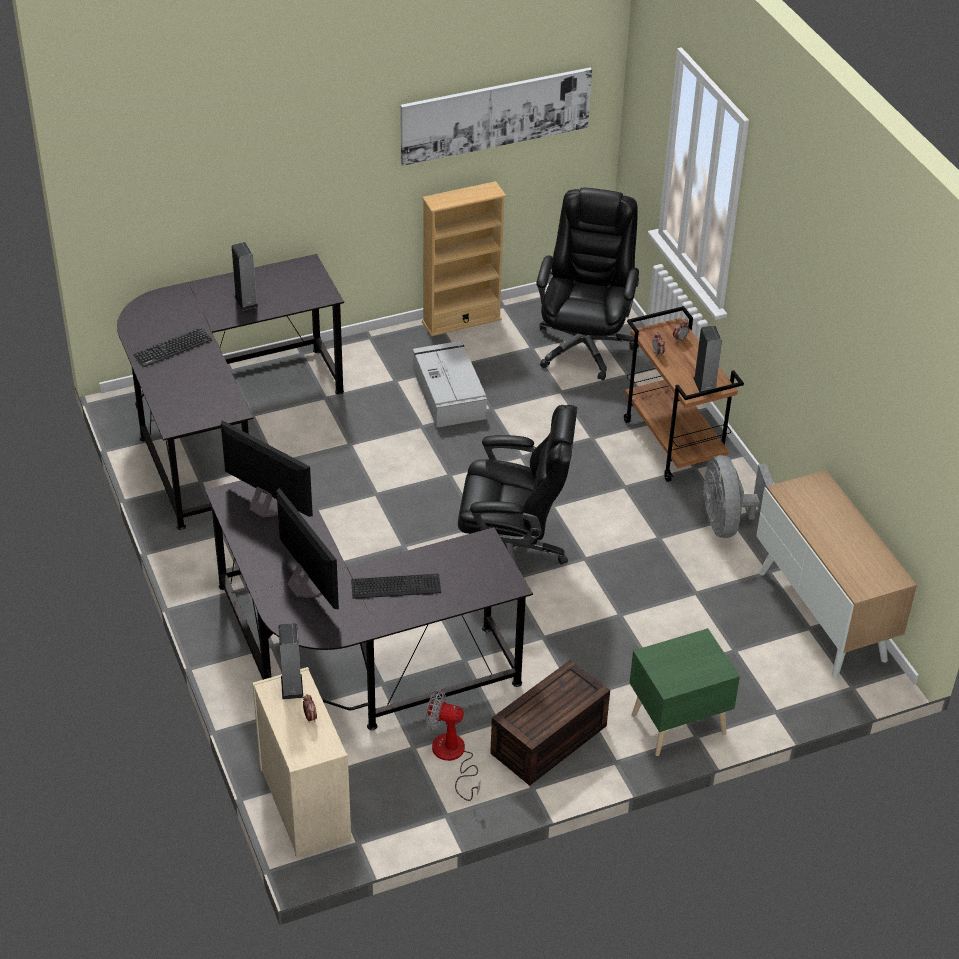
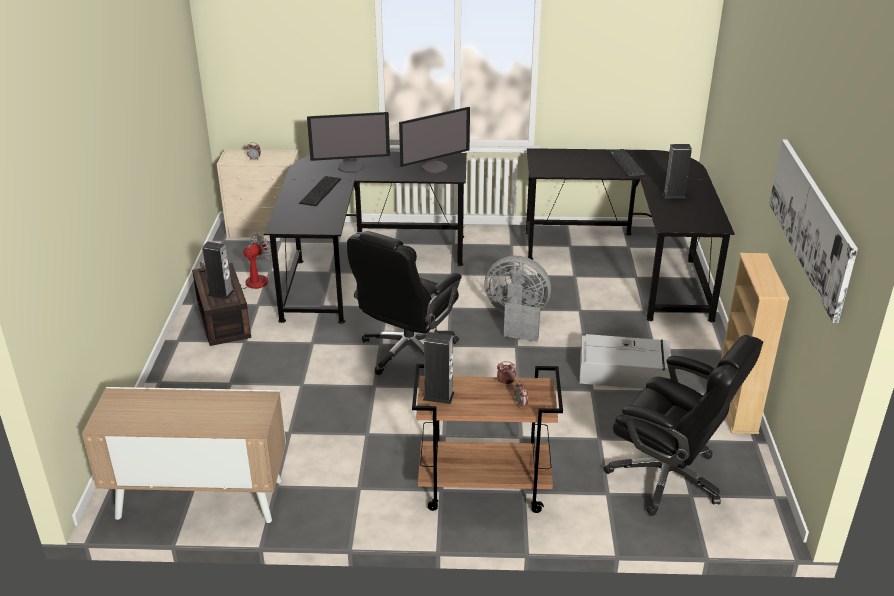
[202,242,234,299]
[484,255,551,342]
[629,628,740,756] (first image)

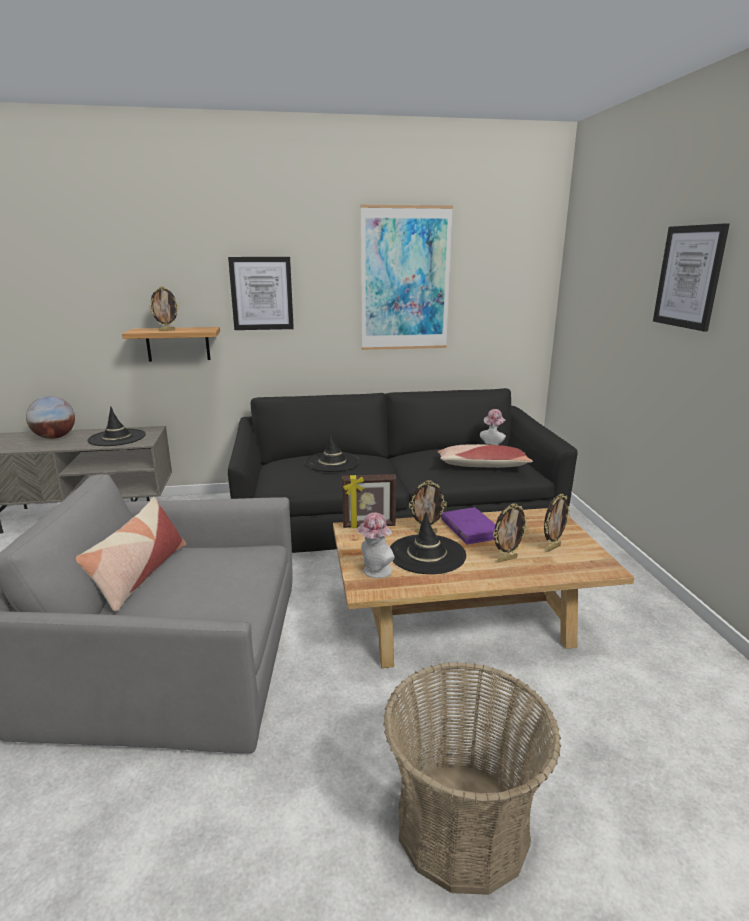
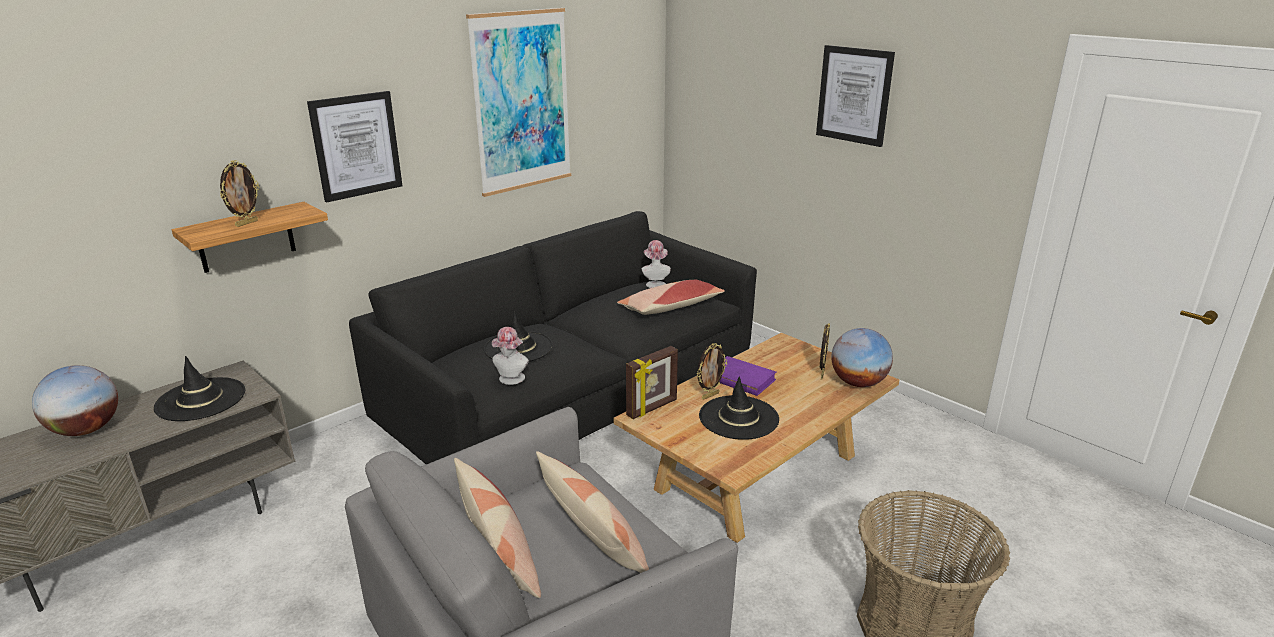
[492,327,529,385]
[536,451,649,573]
[831,328,893,387]
[493,503,528,562] (first image)

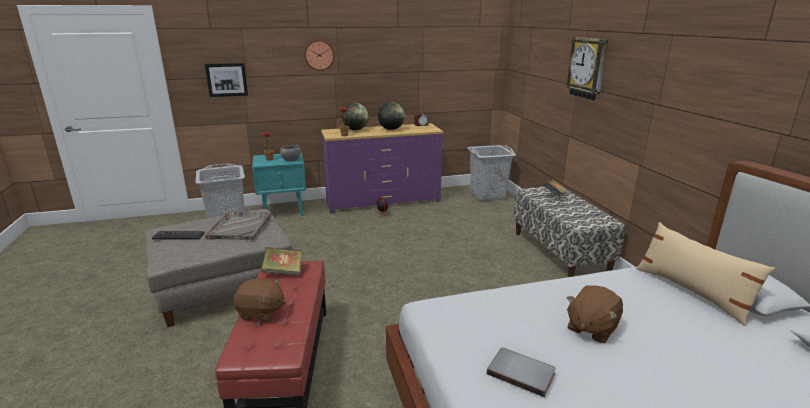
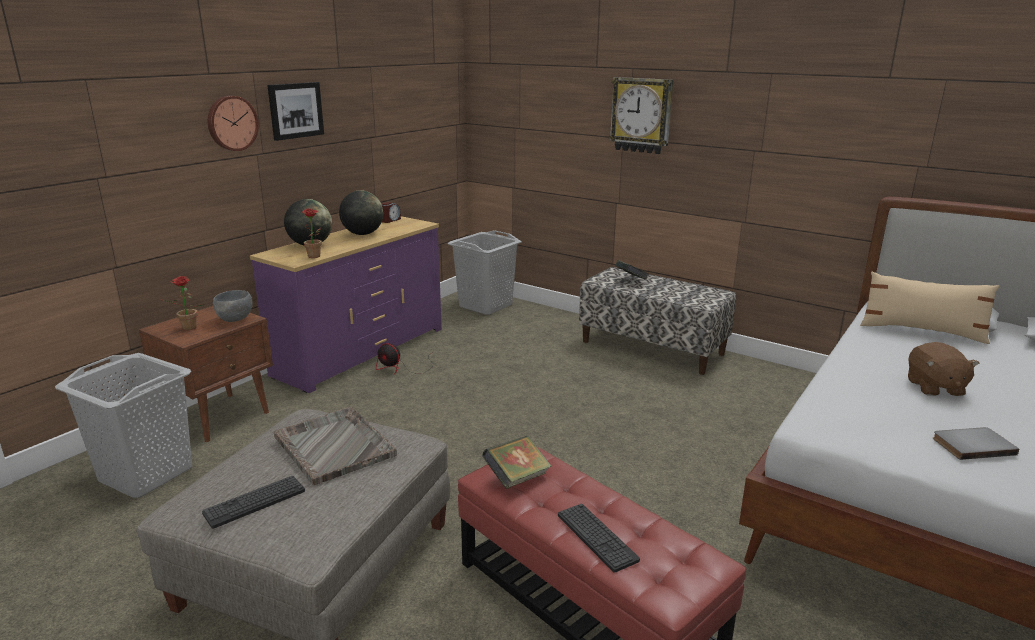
[139,306,273,442]
[267,82,324,141]
[558,504,640,573]

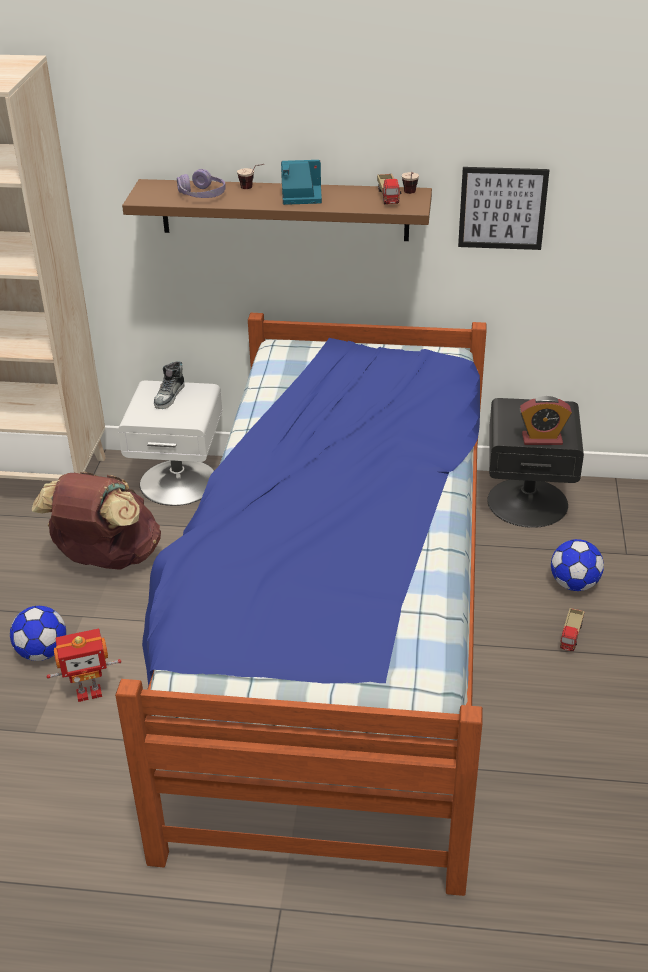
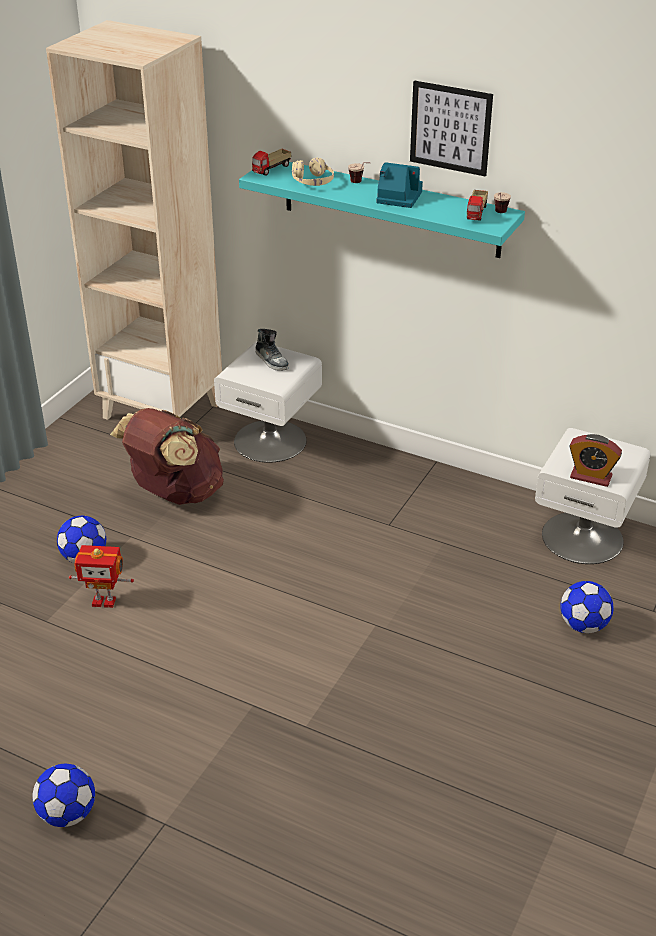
[32,764,95,827]
[239,162,525,258]
[252,149,292,176]
[255,329,289,371]
[292,158,334,186]
[410,81,493,176]
[535,428,651,564]
[115,313,487,896] (first image)

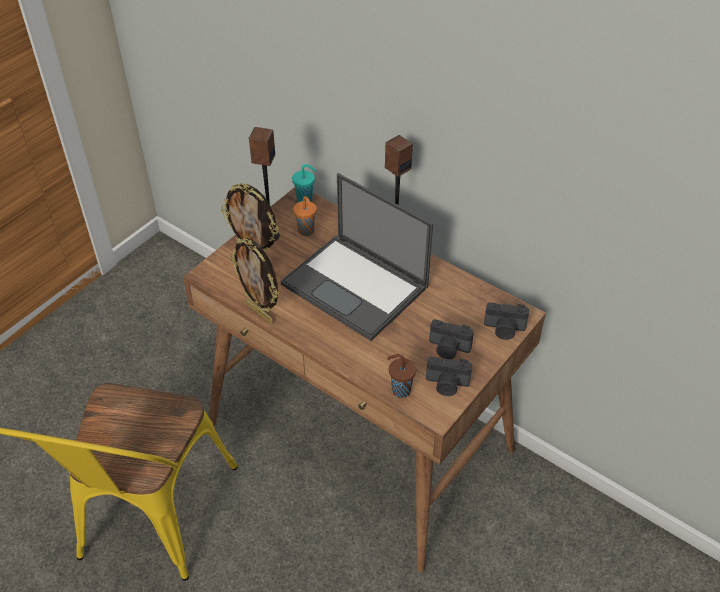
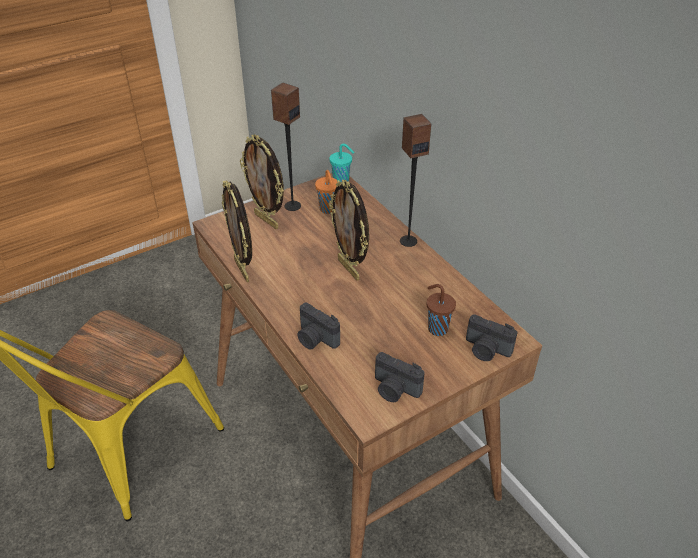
[297,303,340,350]
[329,180,369,281]
[427,284,456,336]

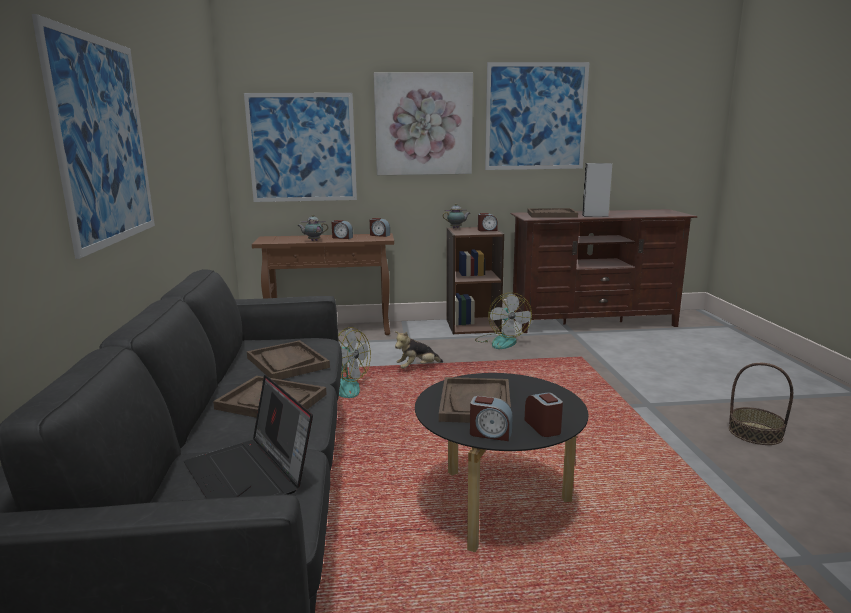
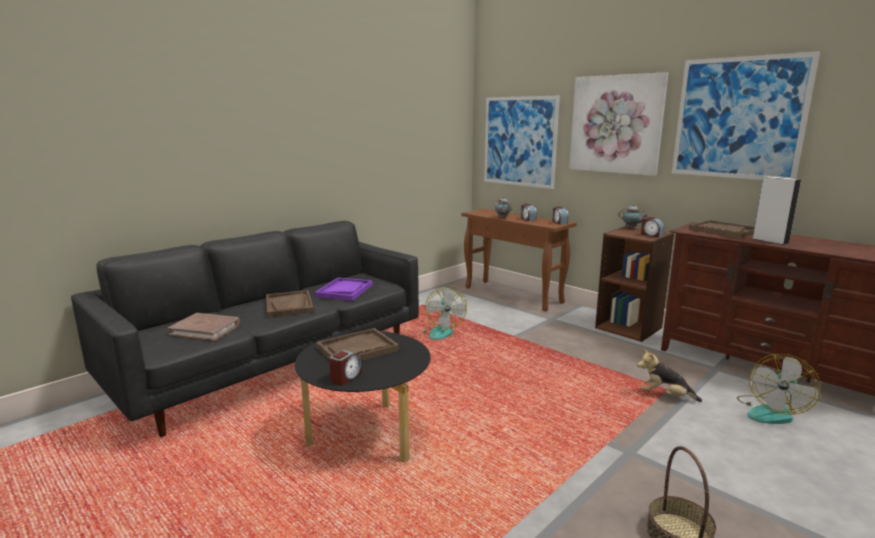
[168,313,240,341]
[315,278,373,301]
[637,349,702,402]
[737,354,821,424]
[32,14,155,259] (first image)
[470,396,513,441] (first image)

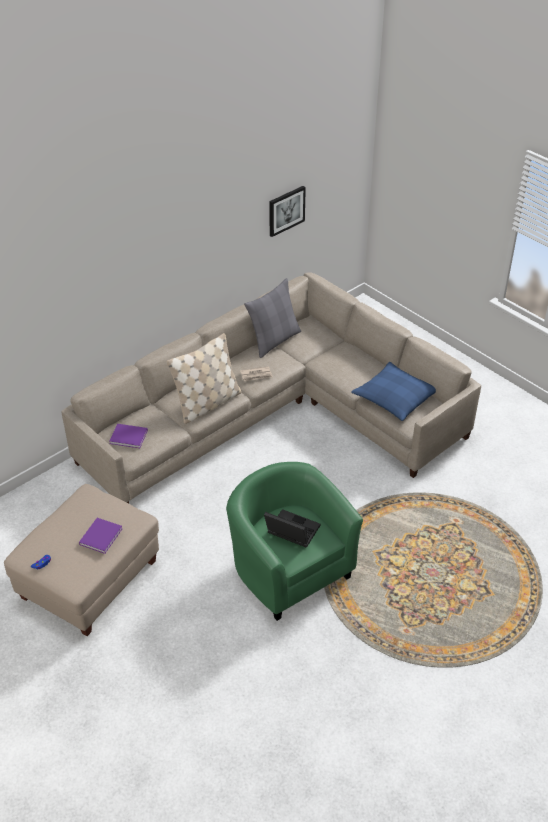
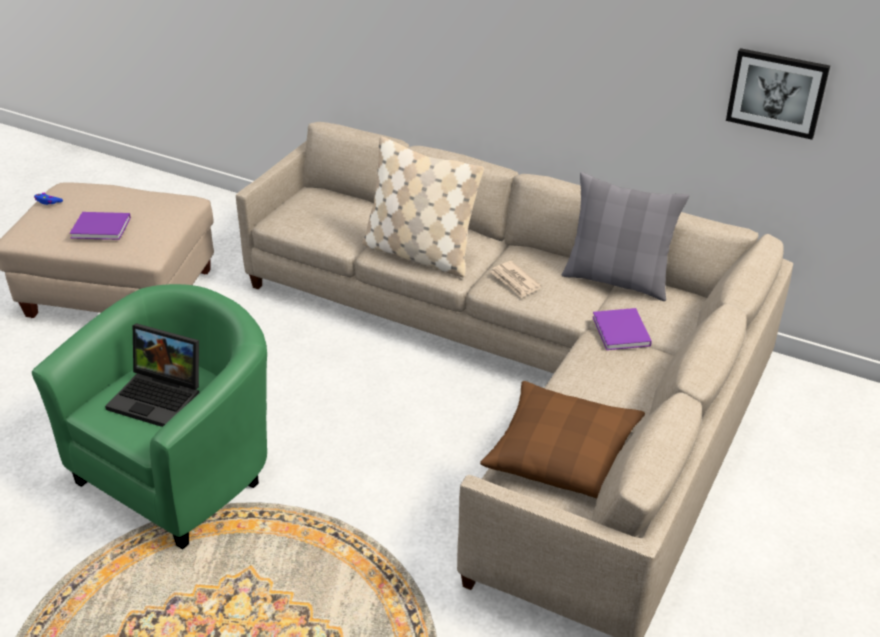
[105,323,199,427]
[480,381,645,498]
[592,308,652,350]

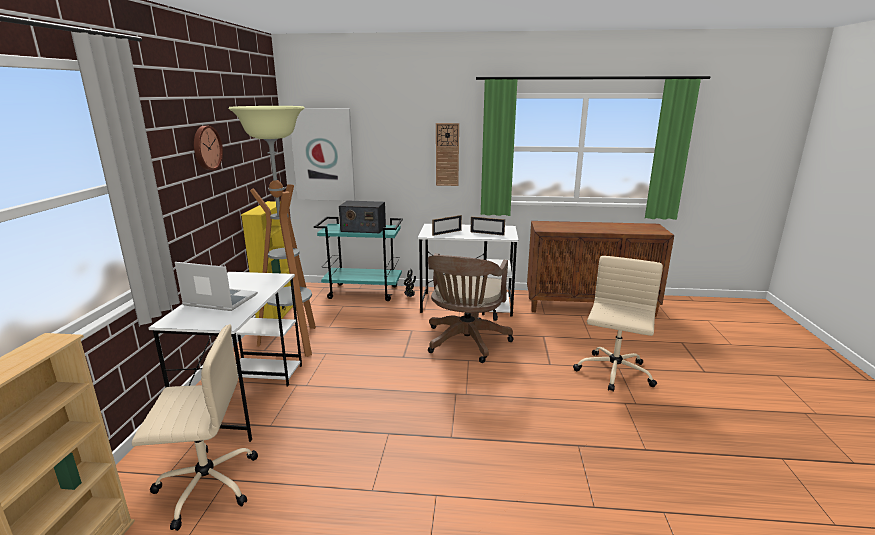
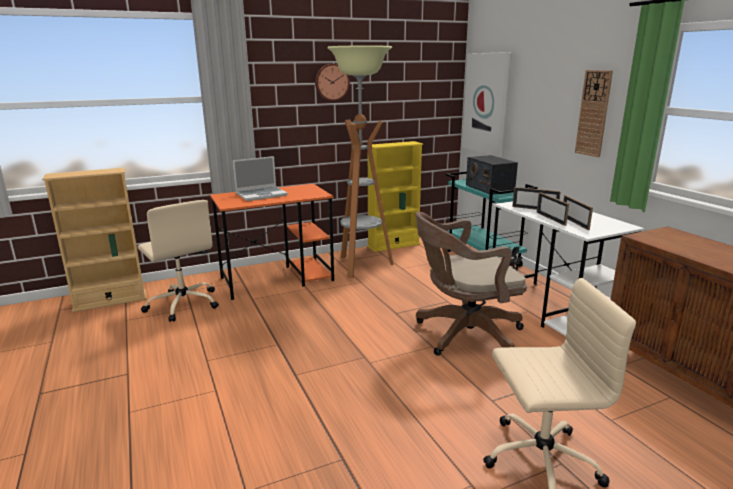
[210,184,334,300]
[233,156,288,201]
[537,192,569,226]

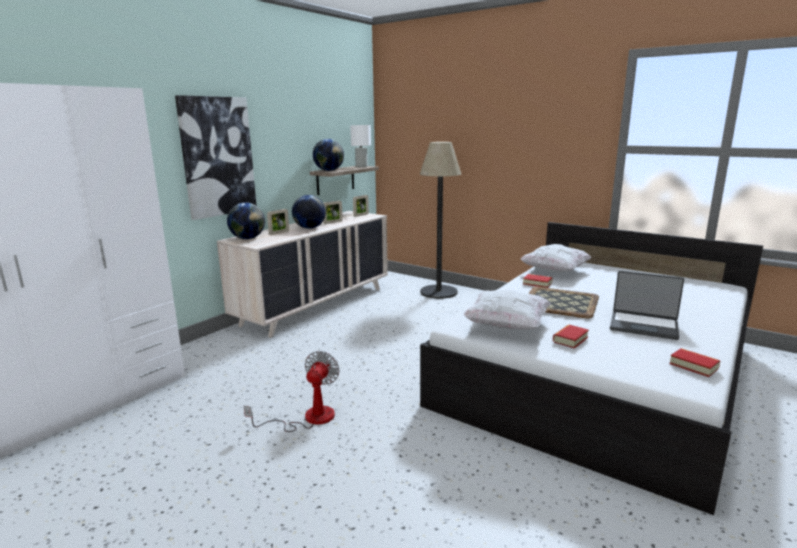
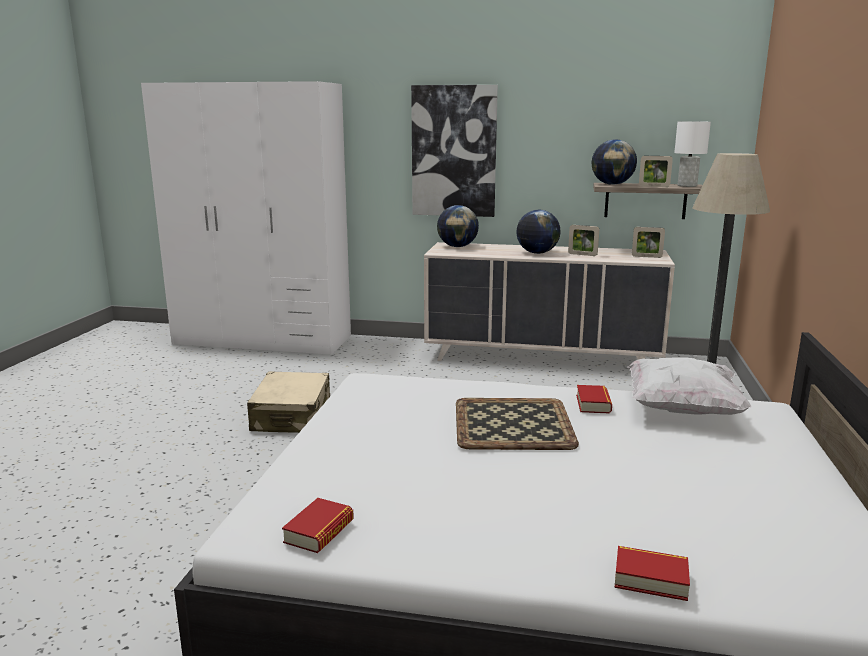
[247,371,330,433]
[614,546,690,601]
[639,156,673,187]
[463,290,551,330] (first image)
[610,271,684,340] (first image)

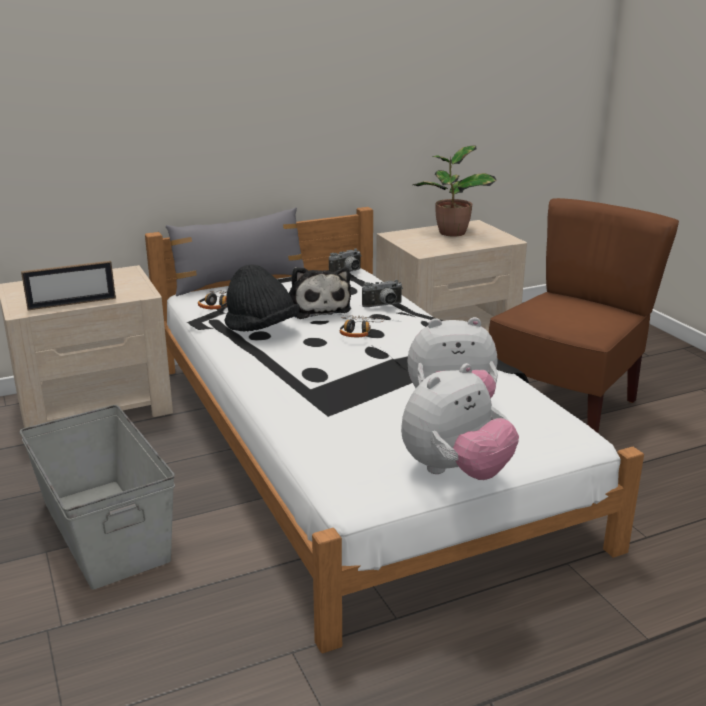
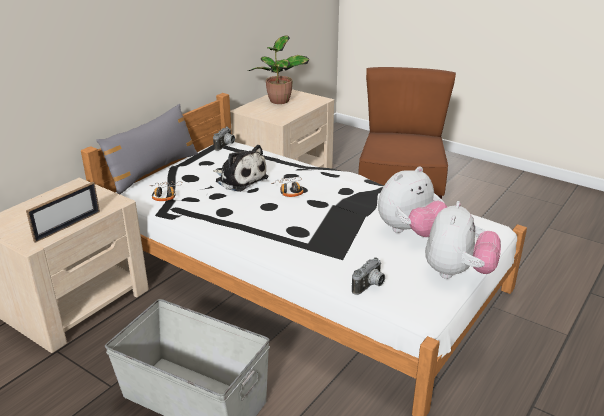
[352,257,385,295]
[224,264,300,332] (first image)

